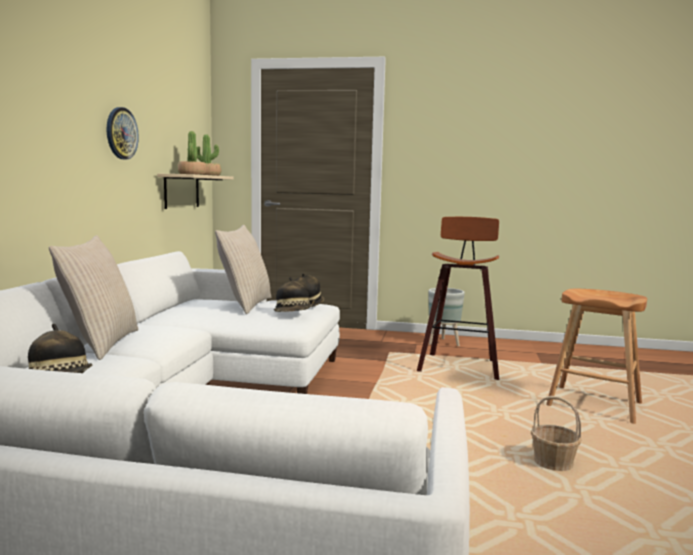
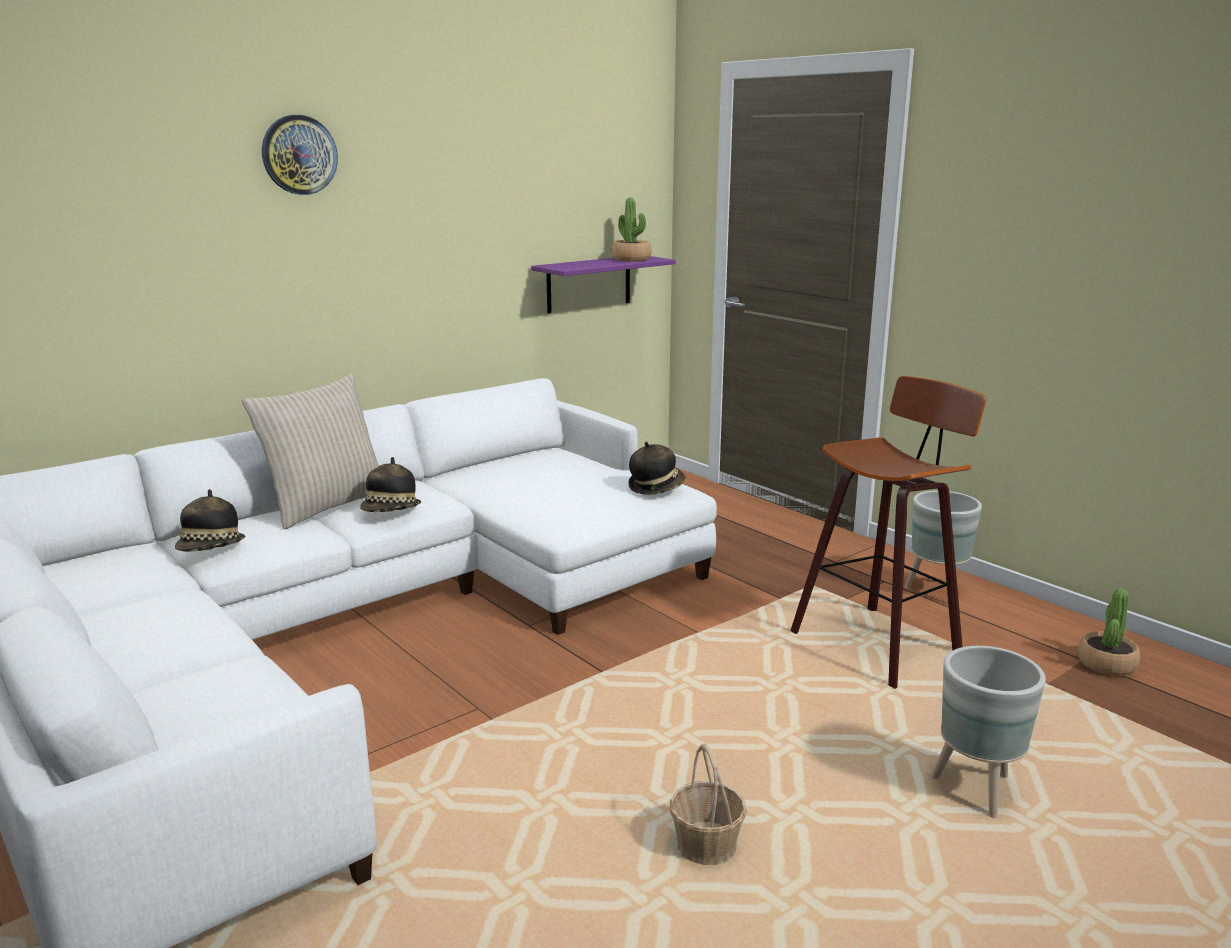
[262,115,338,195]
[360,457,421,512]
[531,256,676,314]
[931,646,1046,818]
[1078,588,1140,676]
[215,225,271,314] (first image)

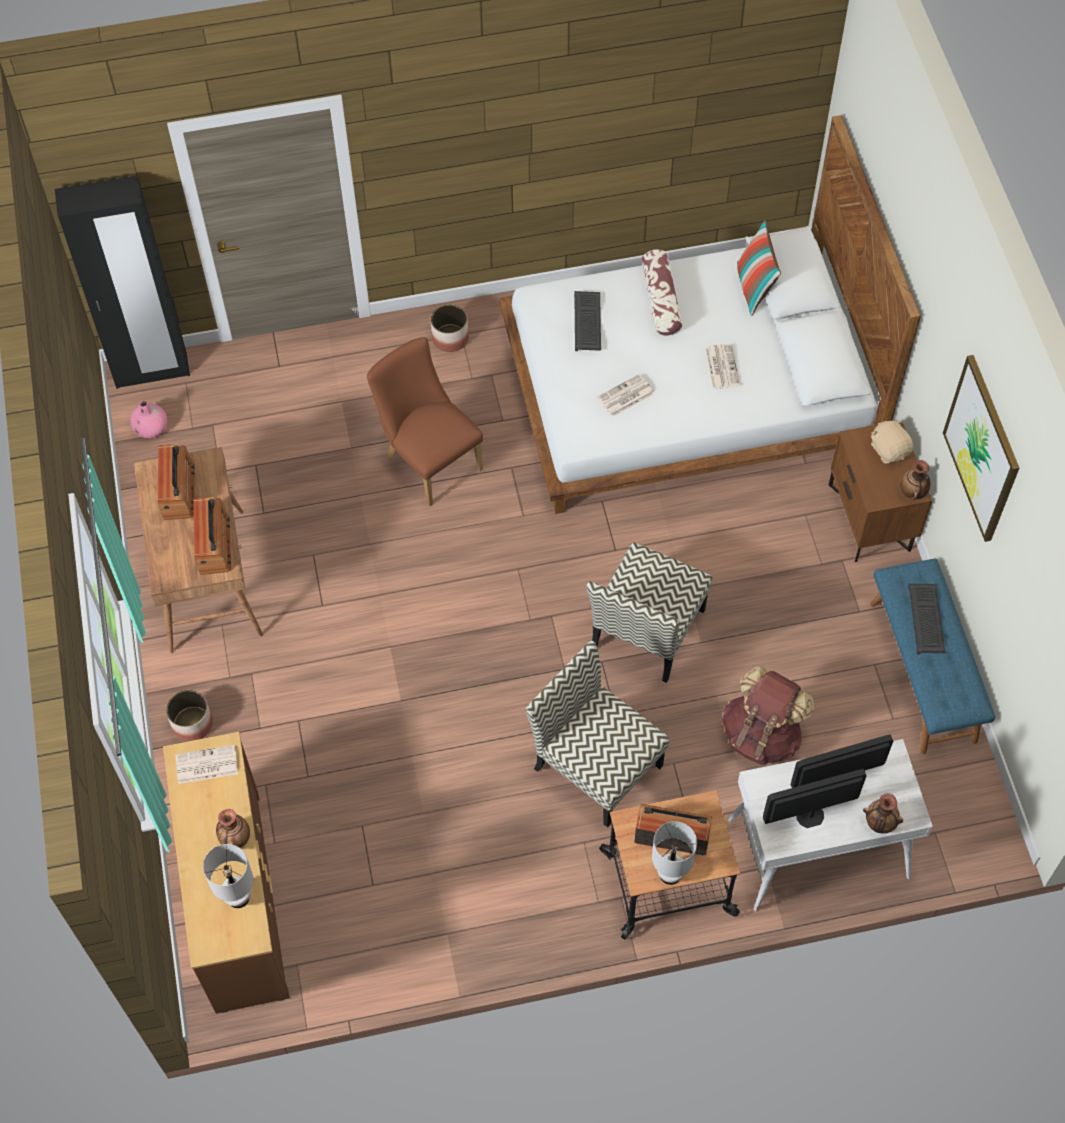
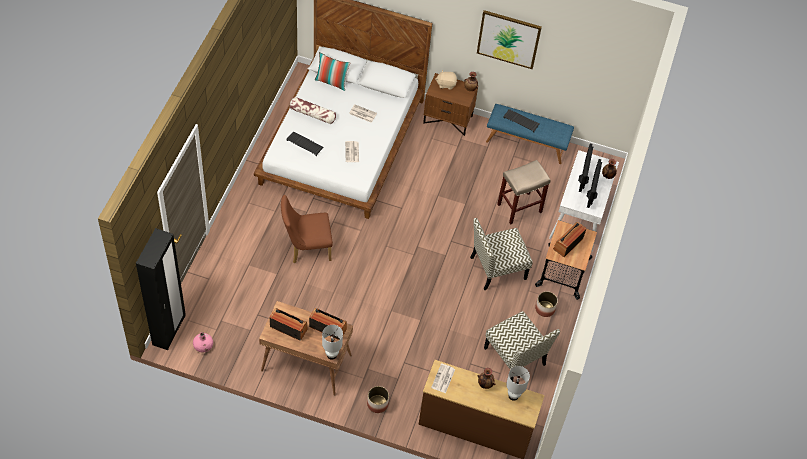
[322,325,343,360]
[484,311,560,381]
[497,160,551,225]
[535,291,558,317]

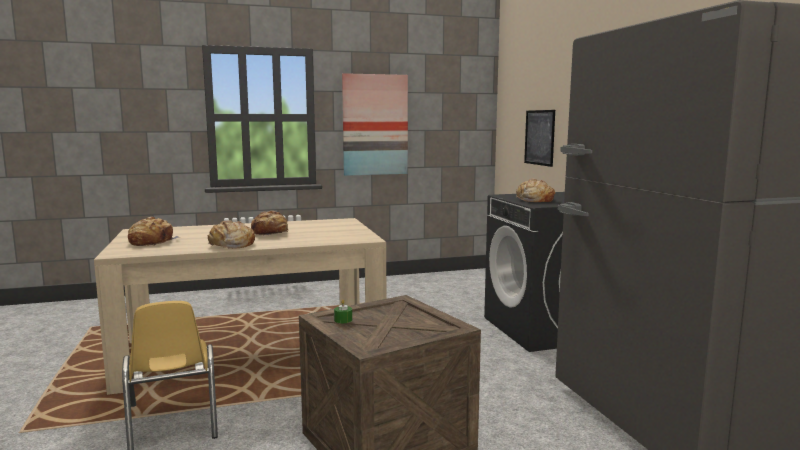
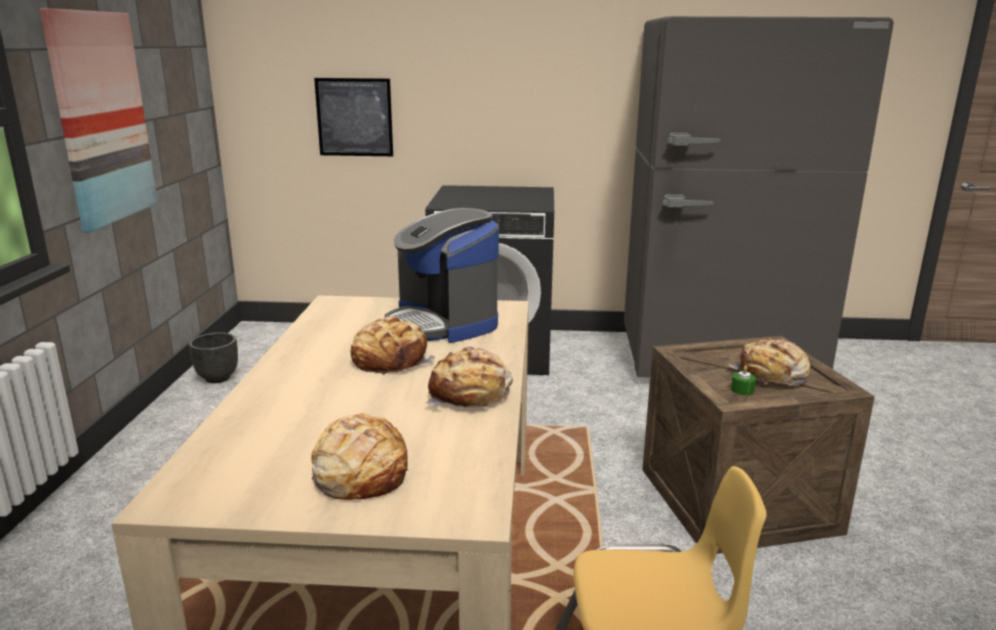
[189,333,238,383]
[385,208,499,343]
[728,338,810,386]

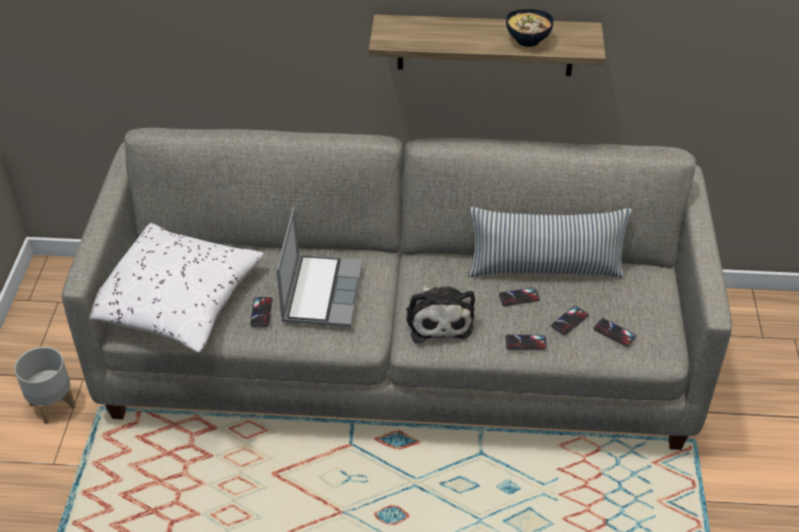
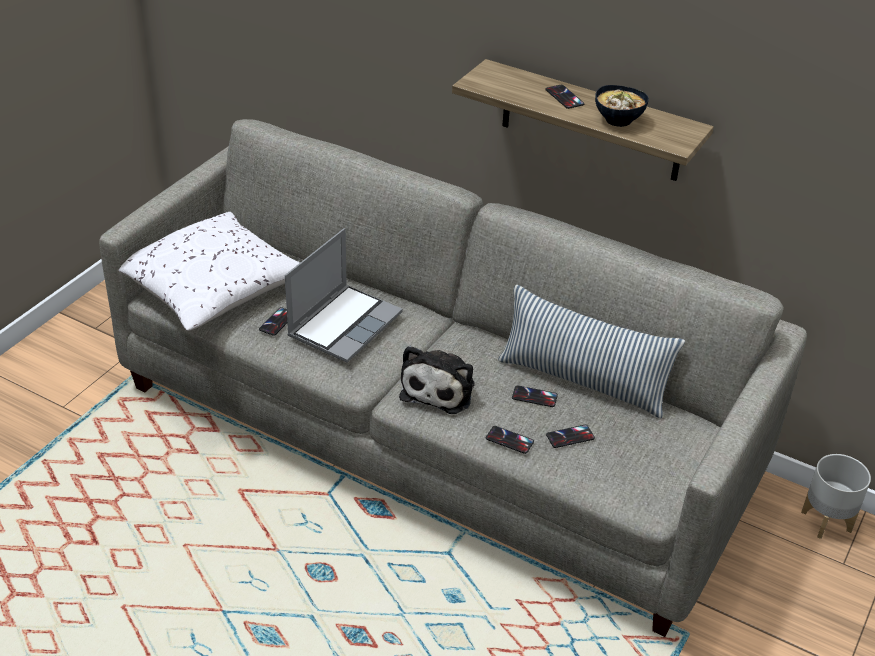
[545,85,584,109]
[801,454,871,539]

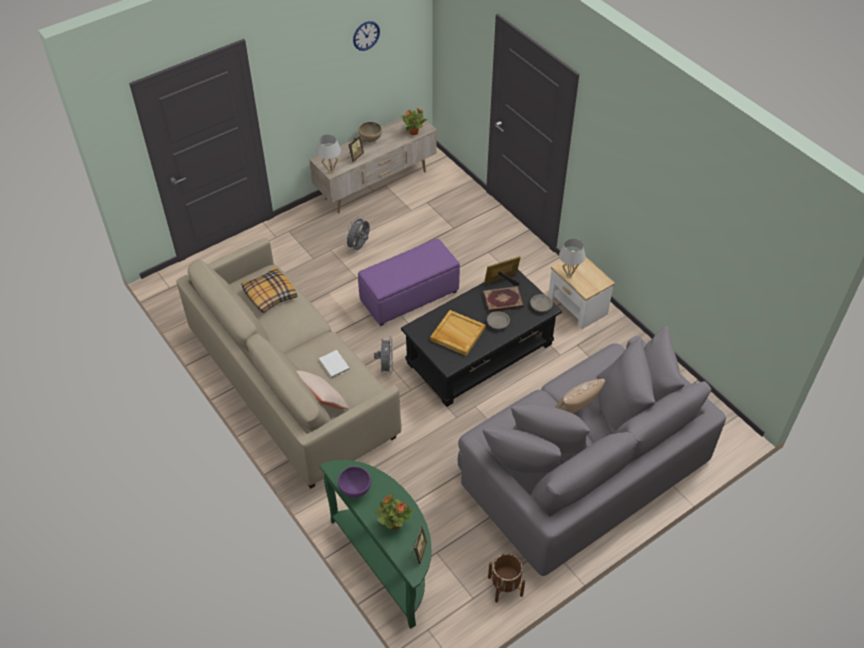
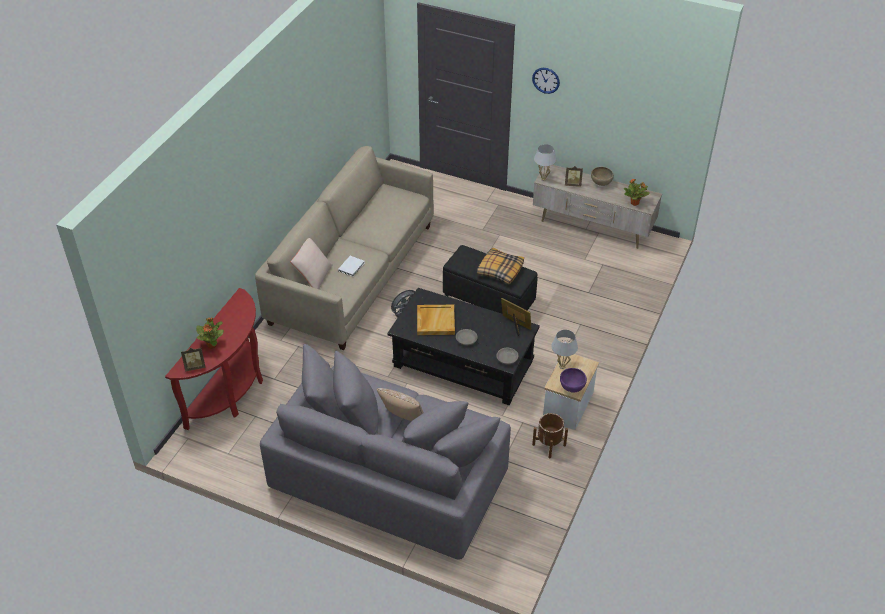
[165,288,263,430]
[443,245,538,314]
[477,248,524,285]
[532,68,560,94]
[532,413,568,459]
[560,368,587,393]
[344,216,370,250] (first image)
[483,286,524,312] (first image)

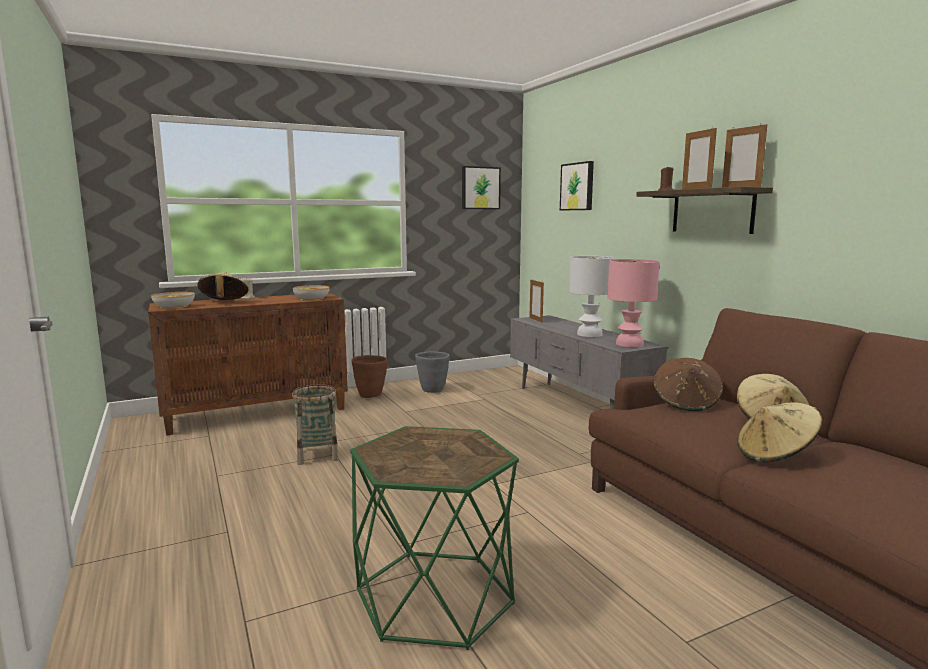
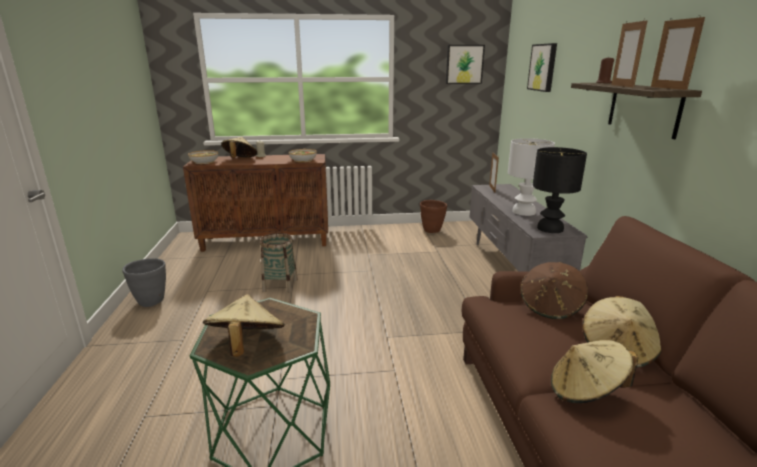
[122,258,166,307]
[203,294,285,357]
[420,200,447,233]
[533,147,587,233]

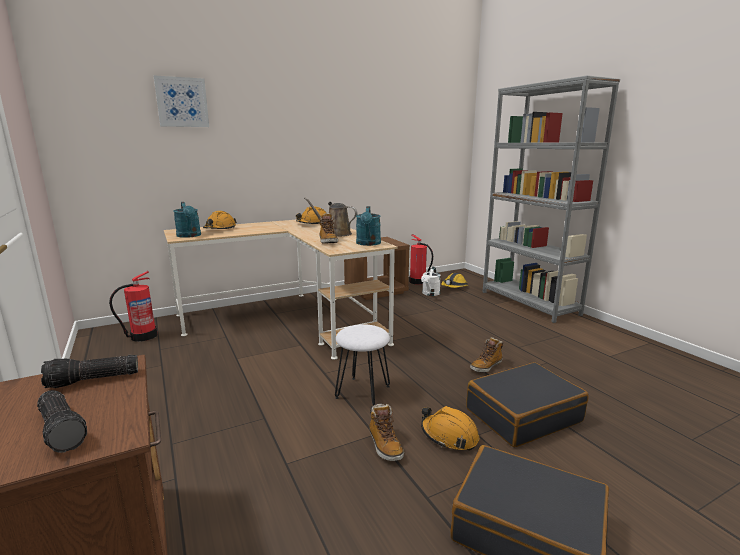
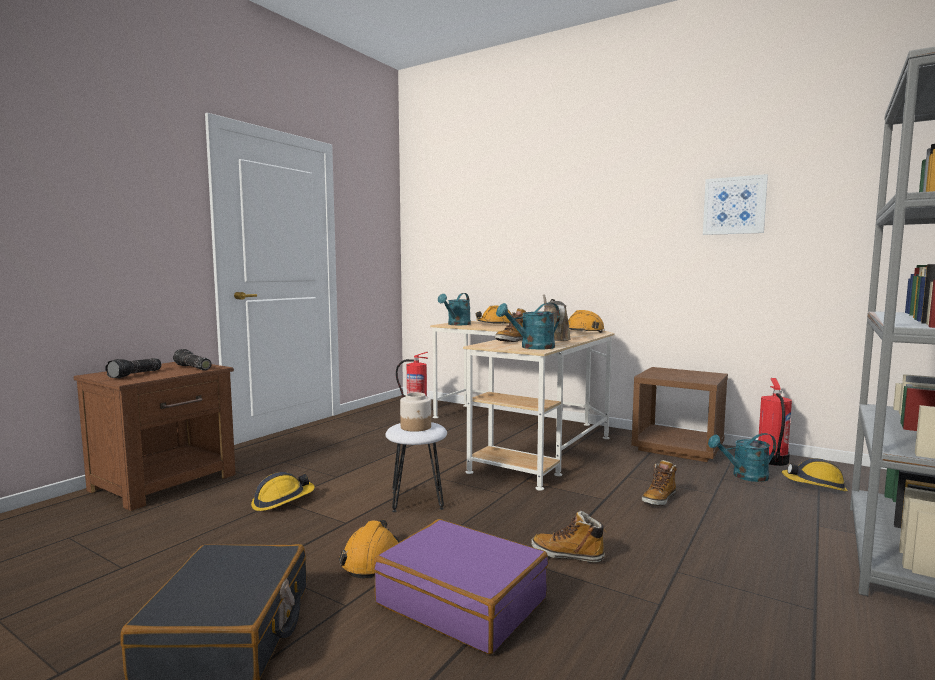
[251,472,315,511]
[374,519,548,654]
[400,392,431,432]
[642,460,677,506]
[703,174,768,235]
[708,433,776,482]

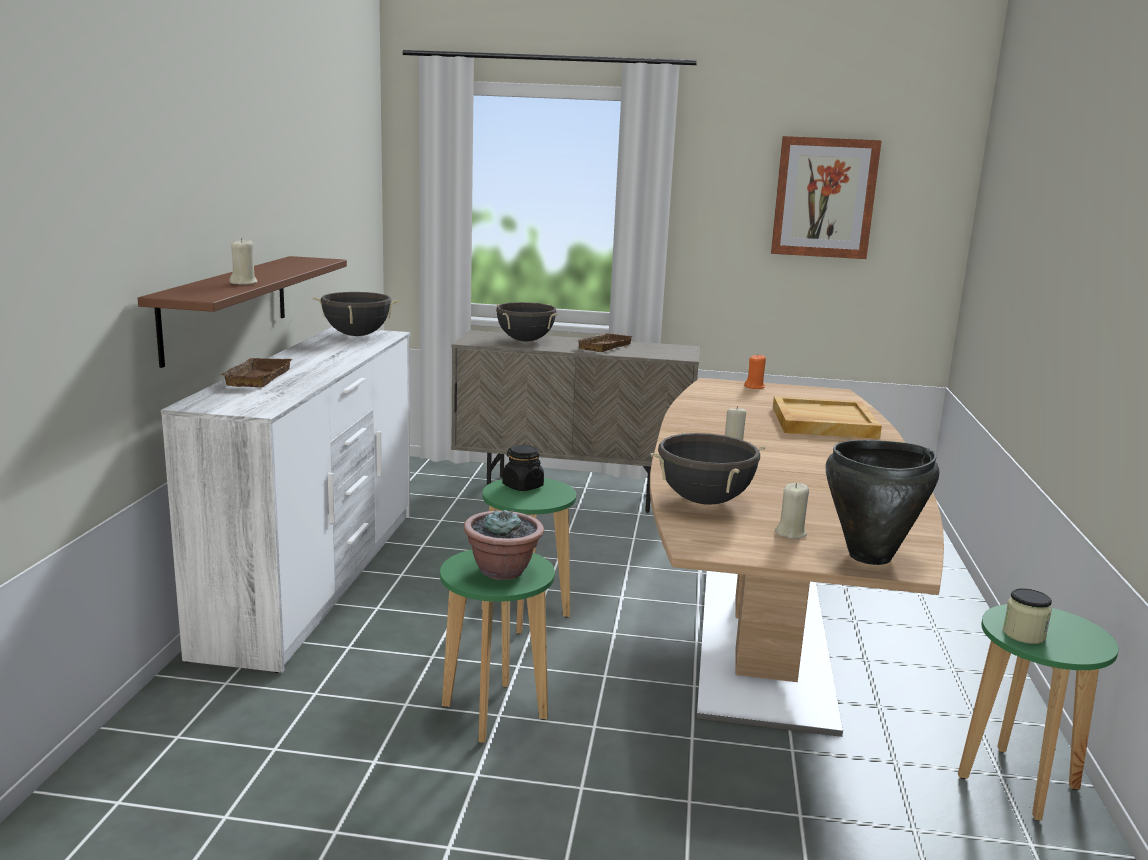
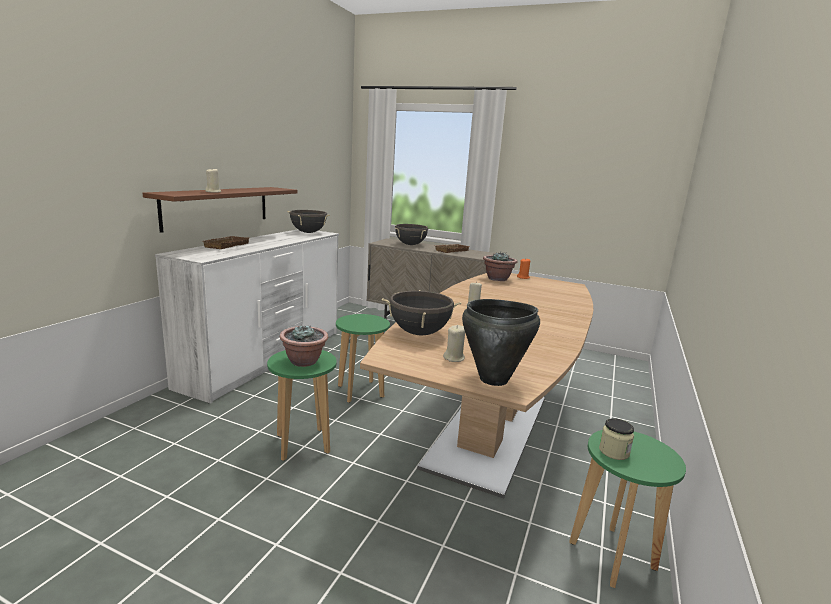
[483,251,517,281]
[502,445,544,491] (first image)
[771,136,882,259] (first image)
[773,396,882,439] (first image)

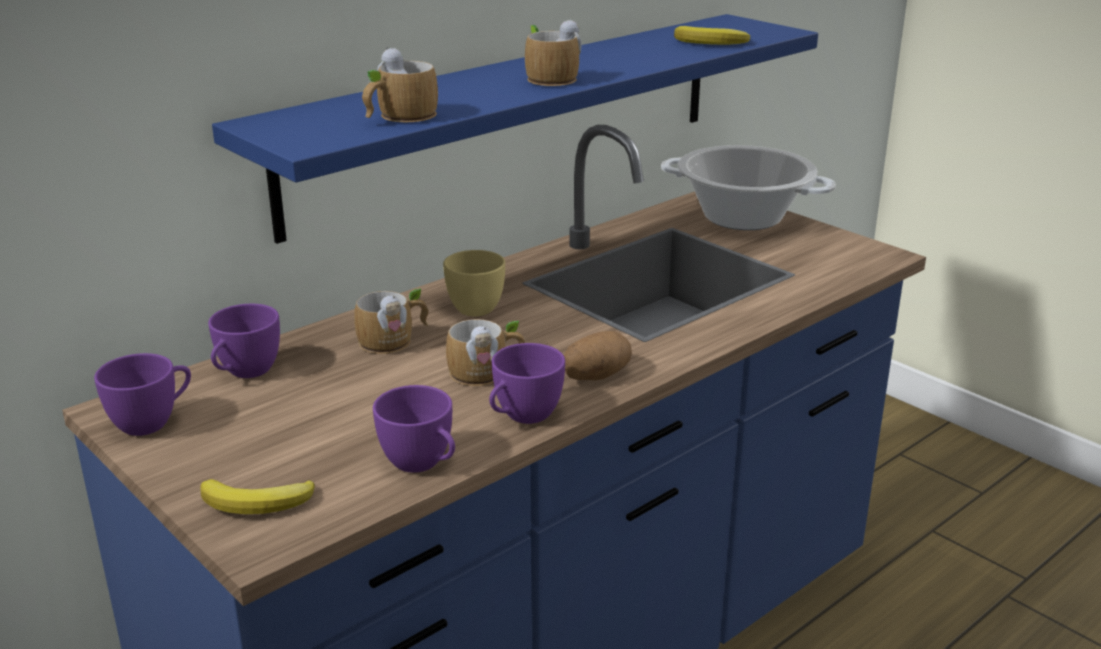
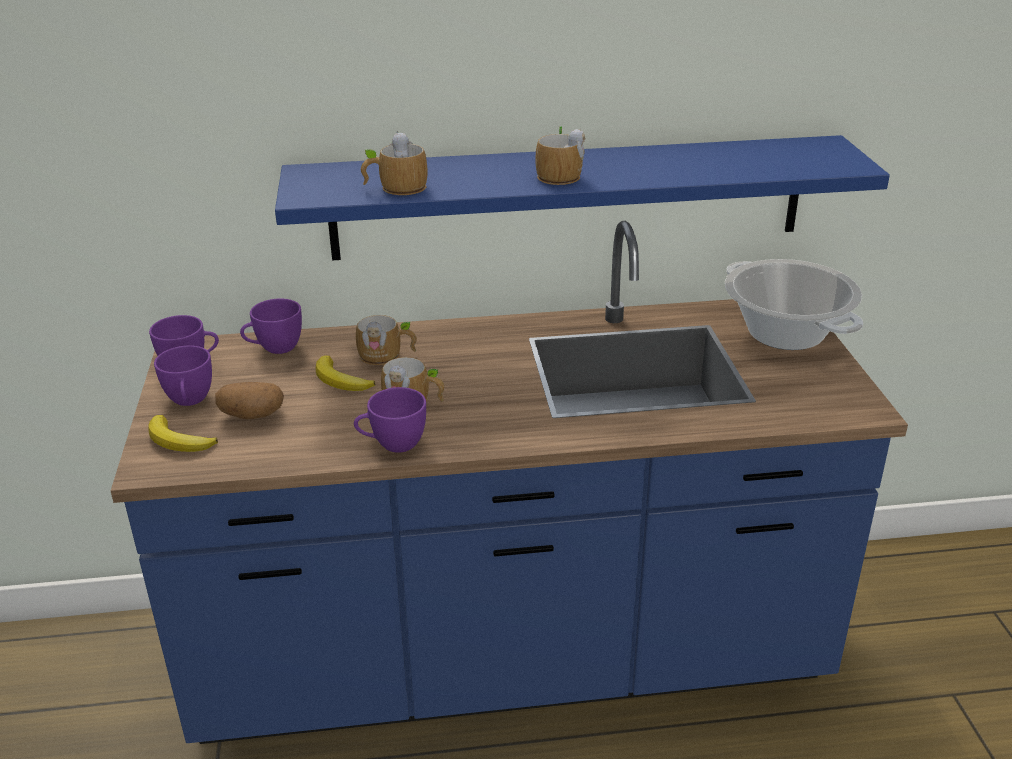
[154,345,212,406]
[215,382,284,420]
[315,355,376,391]
[443,250,505,316] (first image)

